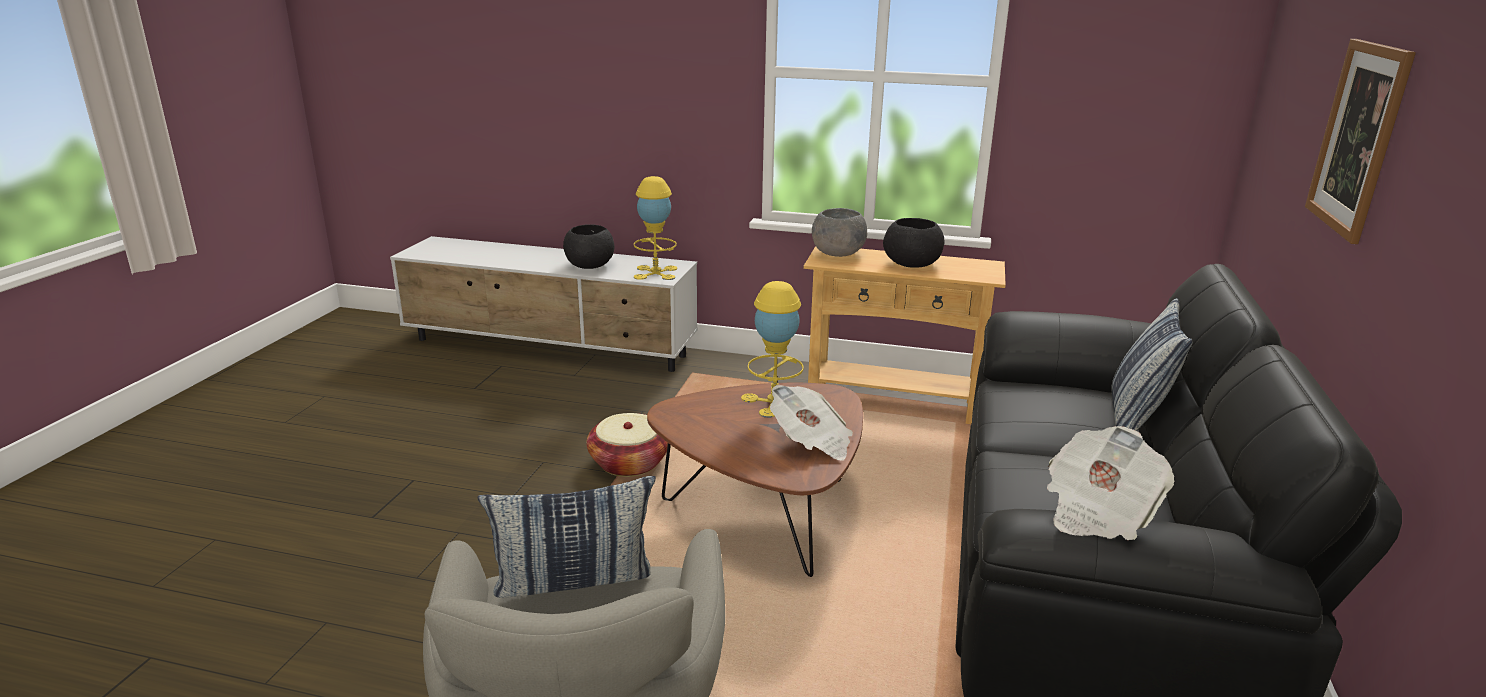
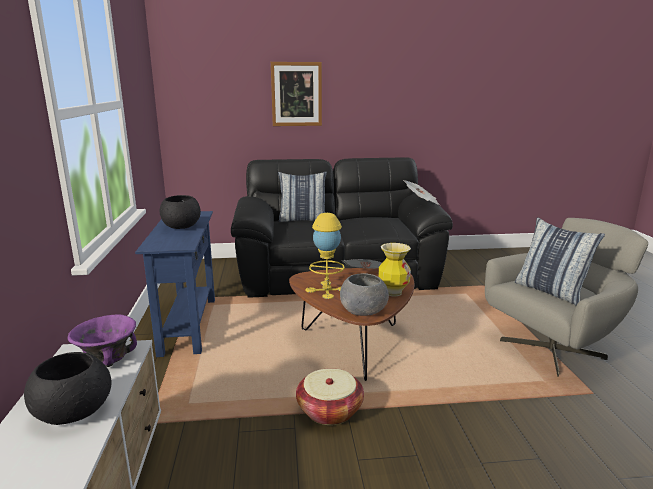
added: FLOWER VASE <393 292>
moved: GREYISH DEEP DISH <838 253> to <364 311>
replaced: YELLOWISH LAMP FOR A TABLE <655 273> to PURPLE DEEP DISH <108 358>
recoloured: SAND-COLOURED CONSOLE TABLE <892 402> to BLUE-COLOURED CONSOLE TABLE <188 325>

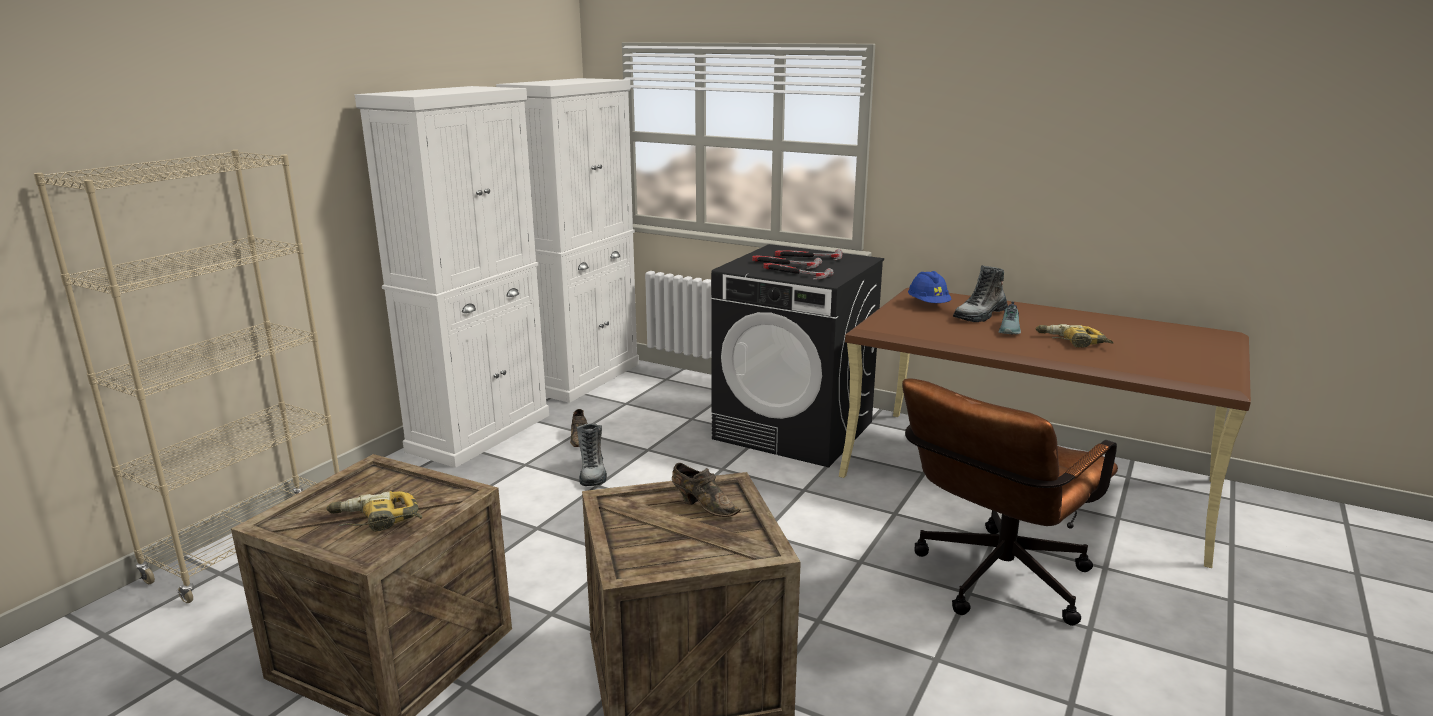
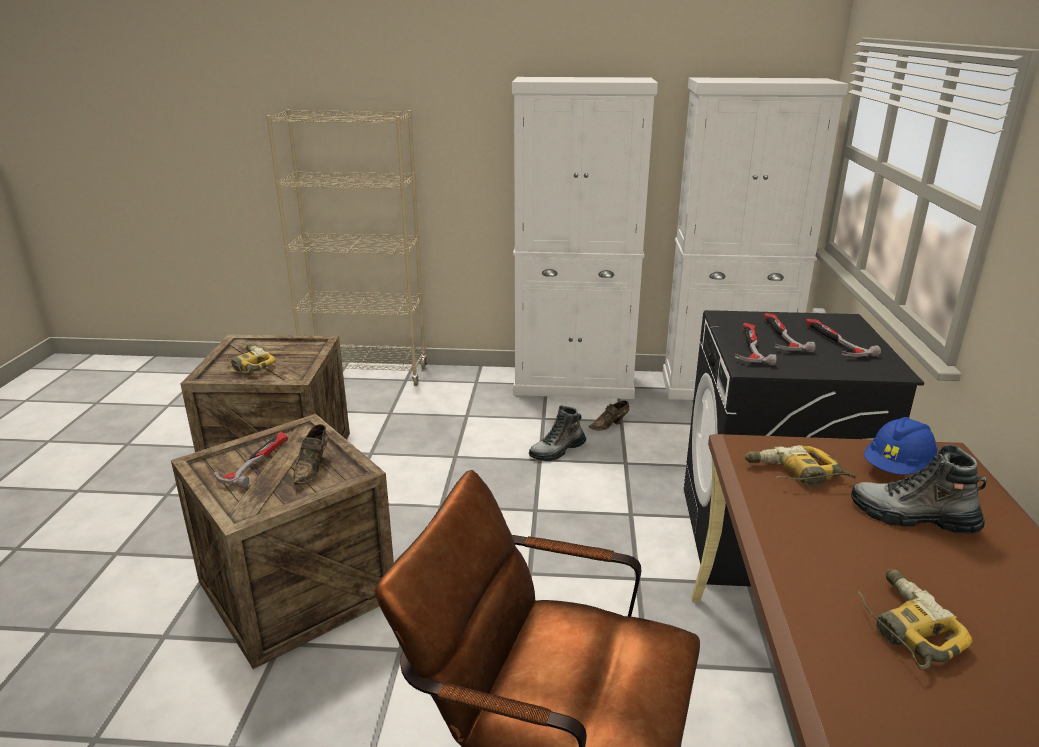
removed: LOW SHOE <1010 329>
added: HAND HAMMER <256 461>; POWER DRILL <795 475>

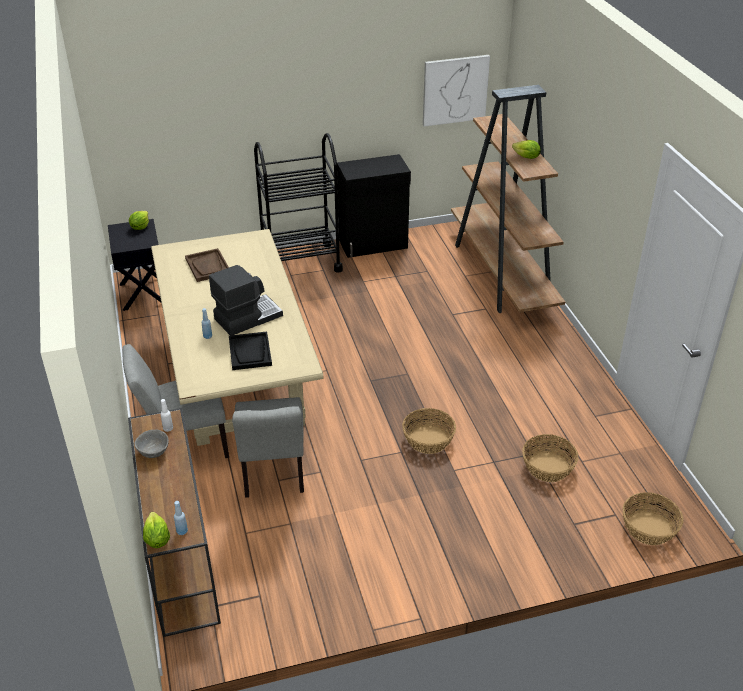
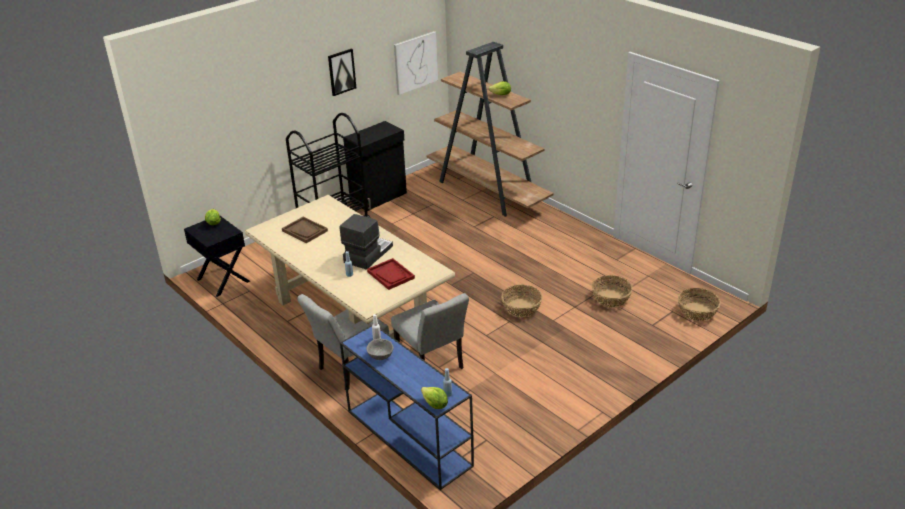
added: WALL PICTURE <341 72>
recoloured: BROWN-COLOURED CONSOLE TABLE <179 554> to BLUE-COLOURED CONSOLE TABLE <407 437>; BLACKISH TRAY <250 352> to RED TRAY <391 275>

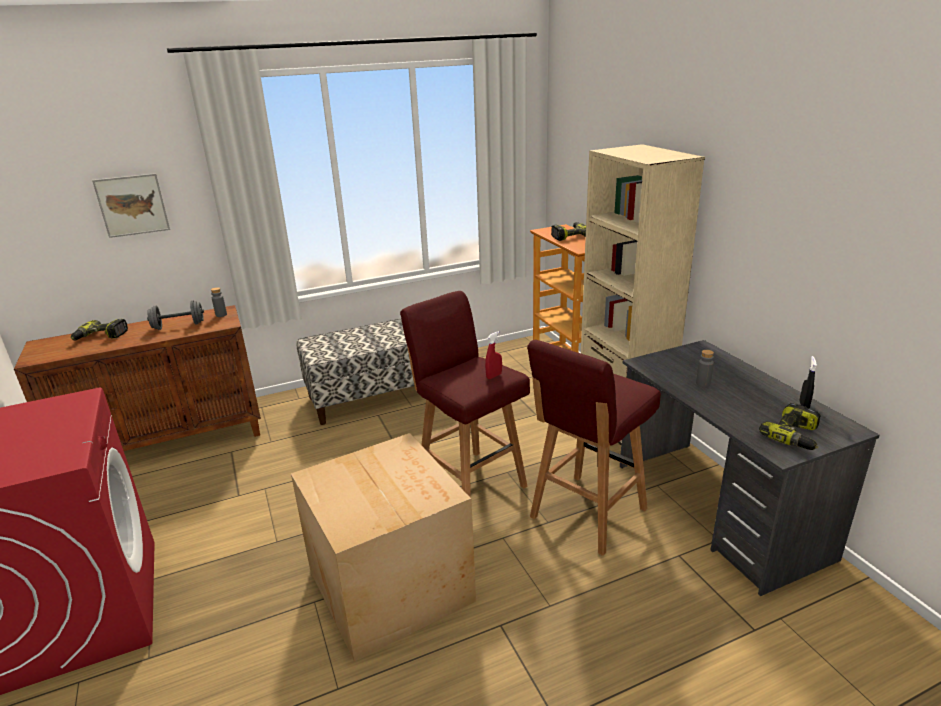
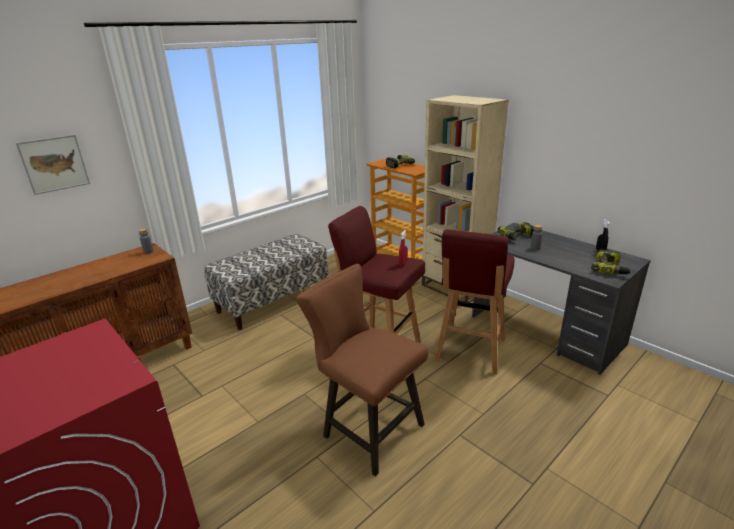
removed: GREYISH FREE WEIGHT <179 326>
moved: POWER DRILL <100 337> to <516 237>
replaced: PACKING BOX <391 583> to BROWN-COLOURED SITTING STOOL <367 428>

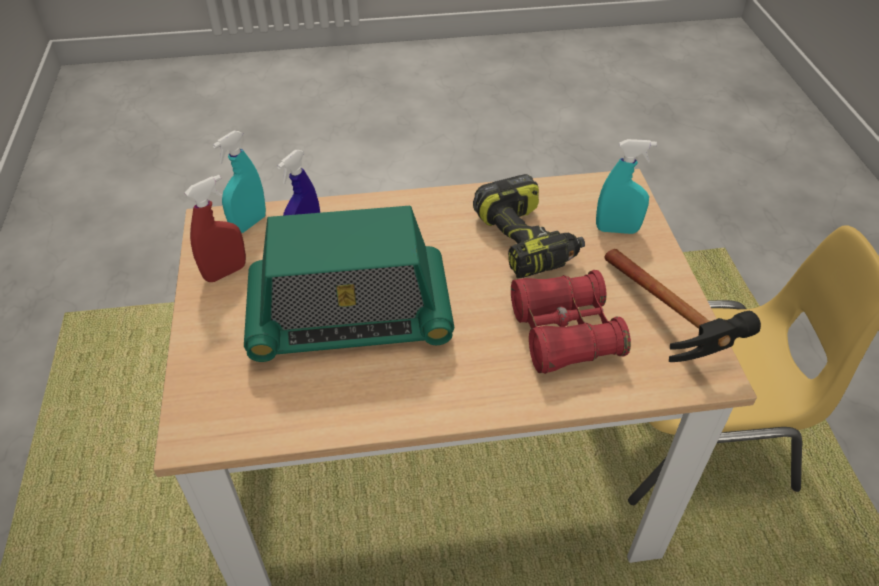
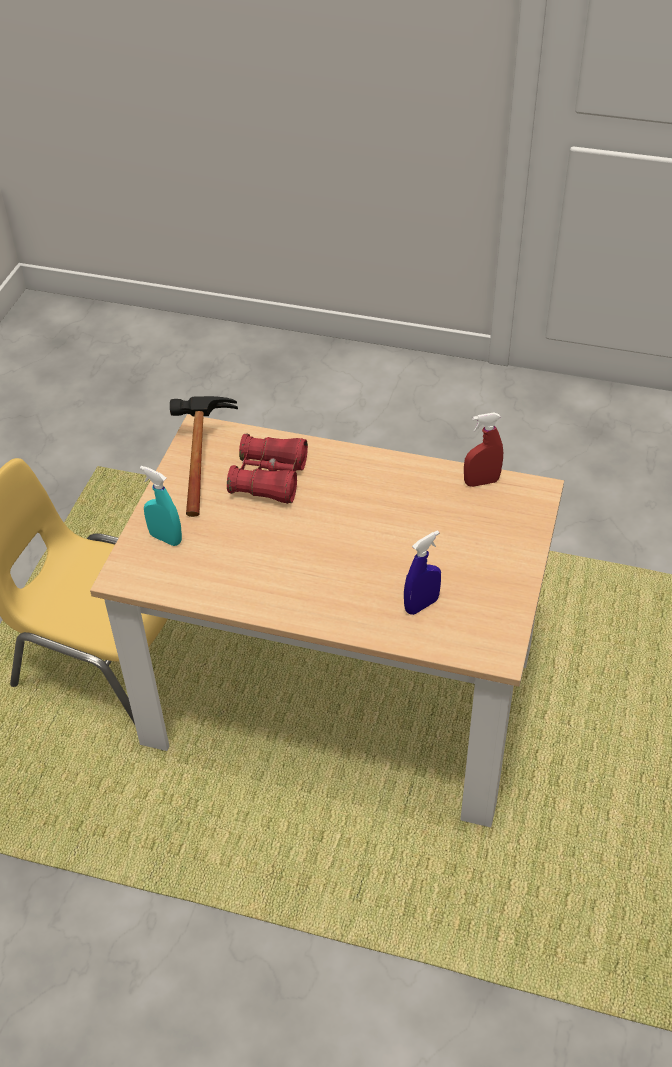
removed: TURQUOISE SPRAY BOTTLE <249 224>; RADIO SET <350 317>; POWER DRILL <527 241>
moved: RED SPRAY BOTTLE <225 272> to <481 482>

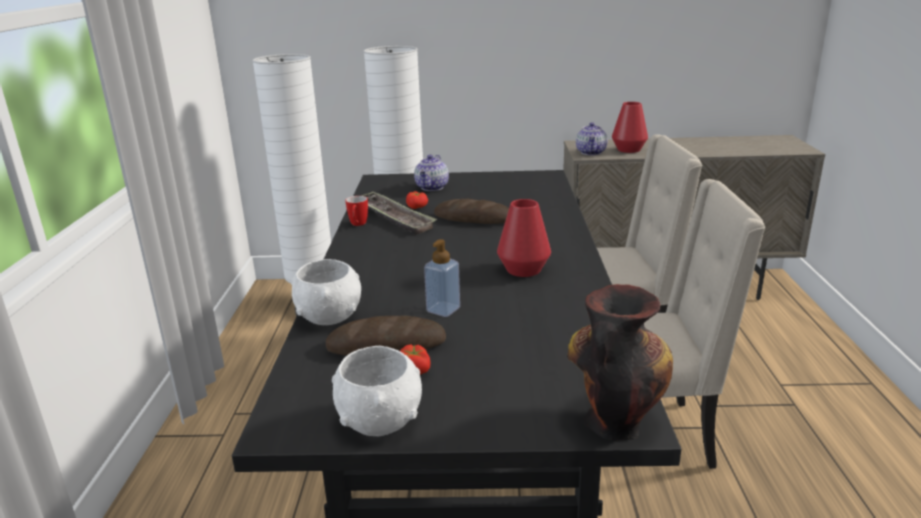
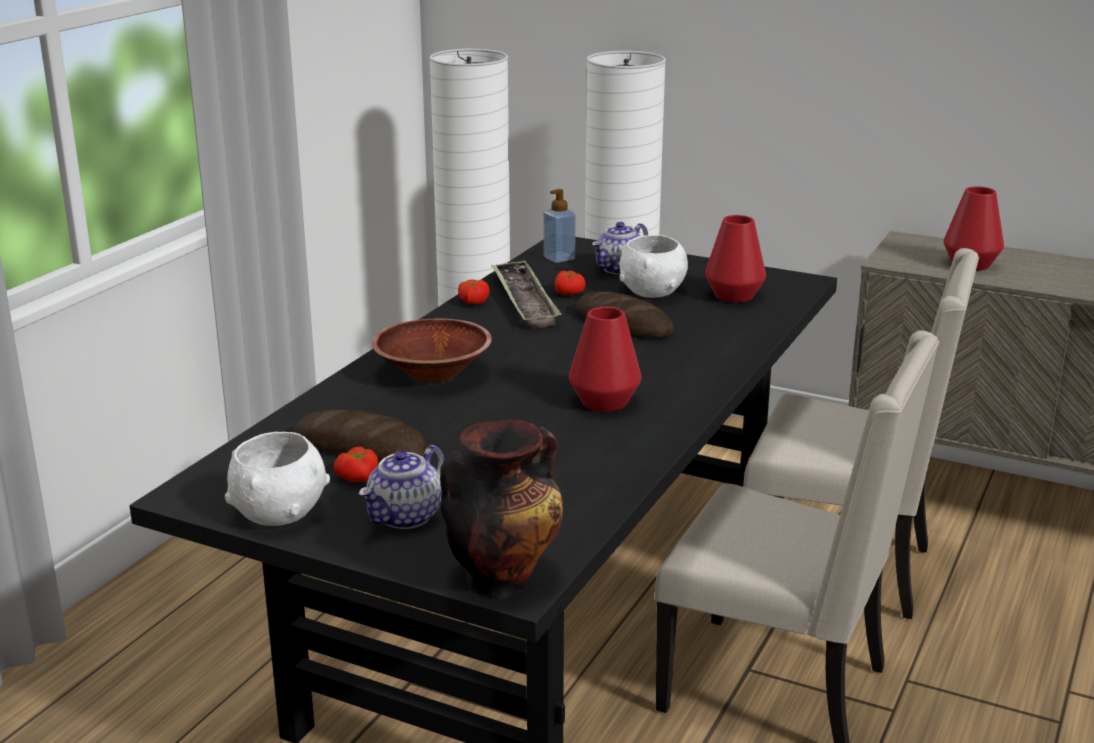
added: BROWN-COLOURED DEEP DISH <433 373>; RED FLOWER VASE <734 295>
moved: TEAPOT <591 152> to <405 517>; SOAP BOTTLE <443 310> to <559 258>; WHITISH DEEP DISH <330 316> to <653 292>
replaced: COFFEE MUG <357 225> to TOMATO <473 302>

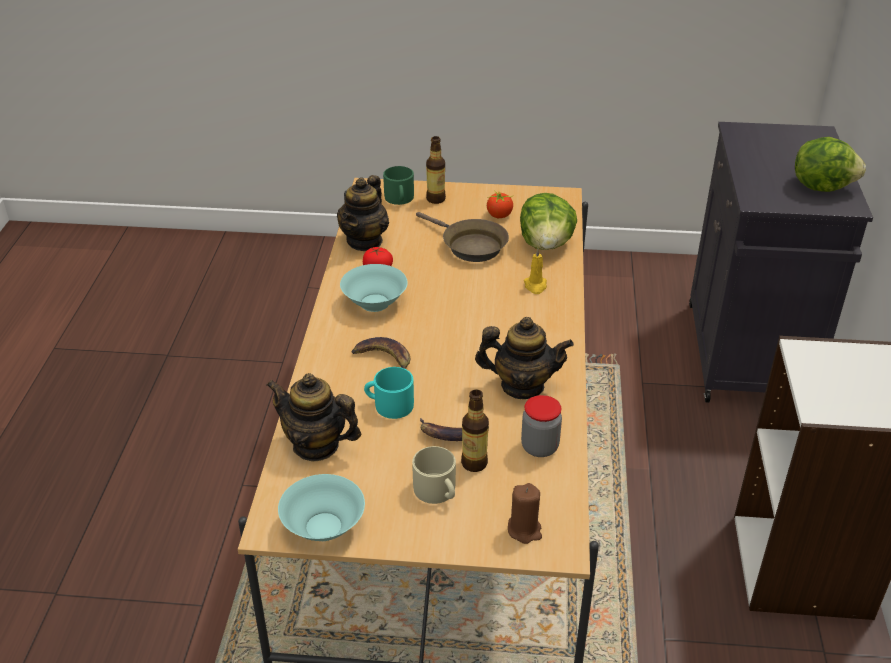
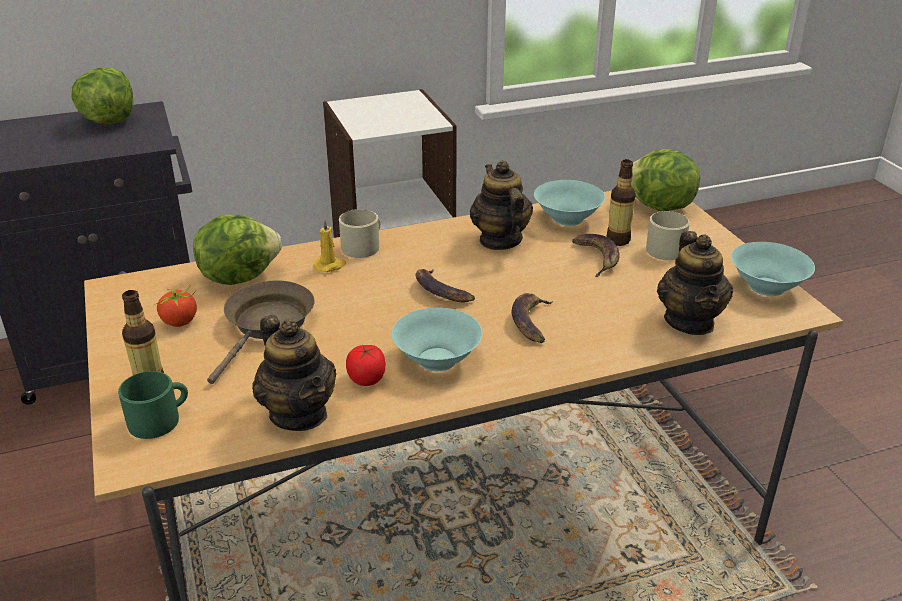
removed: TURQUOISE COFFEE MUG <389 405>
added: SAND-COLOURED COFFEE MUG <364 246>; WHOLE BANANA <441 291>
replaced: PRESERVE JAR <539 447> to TURQUOISE DEEP DISH <568 218>; BROWN-COLOURED WAX LIGHT <524 530> to LETTUCE <659 207>
turned: TEAPOT <365 241> = <299 414> 60 degrees clockwise

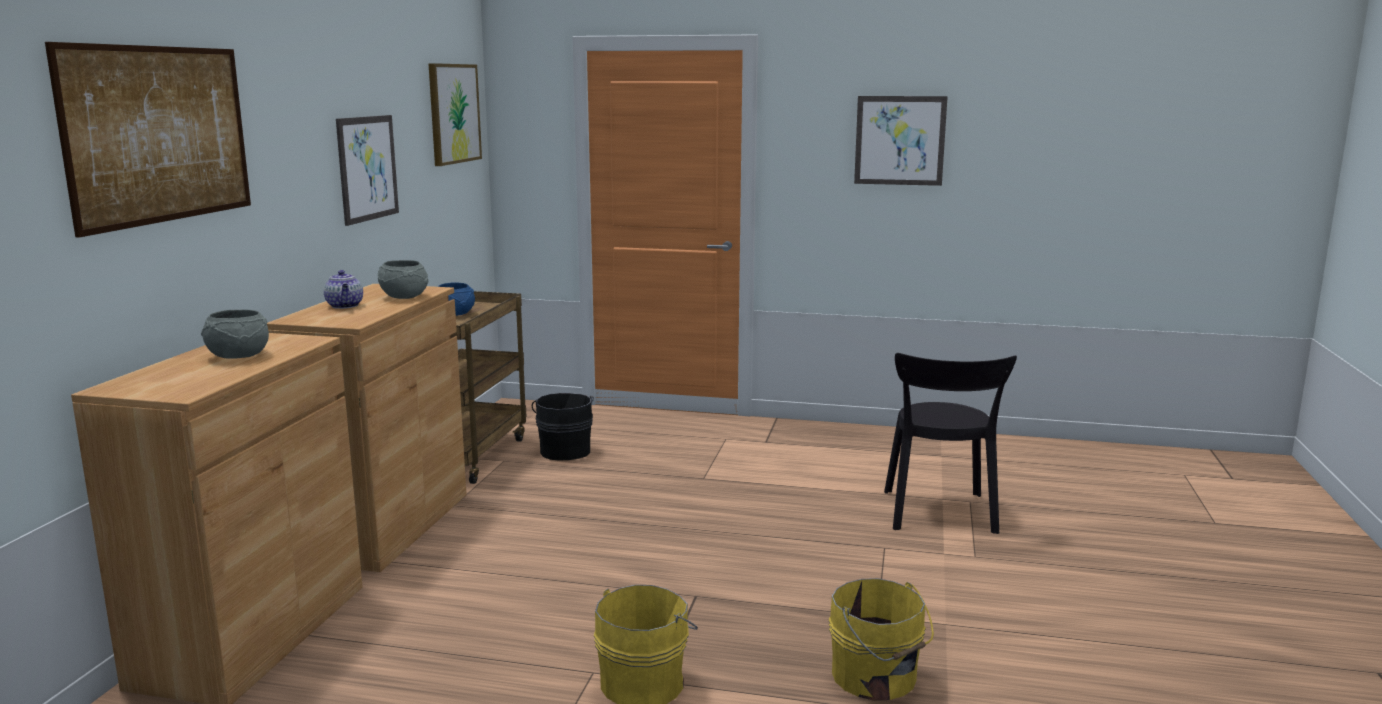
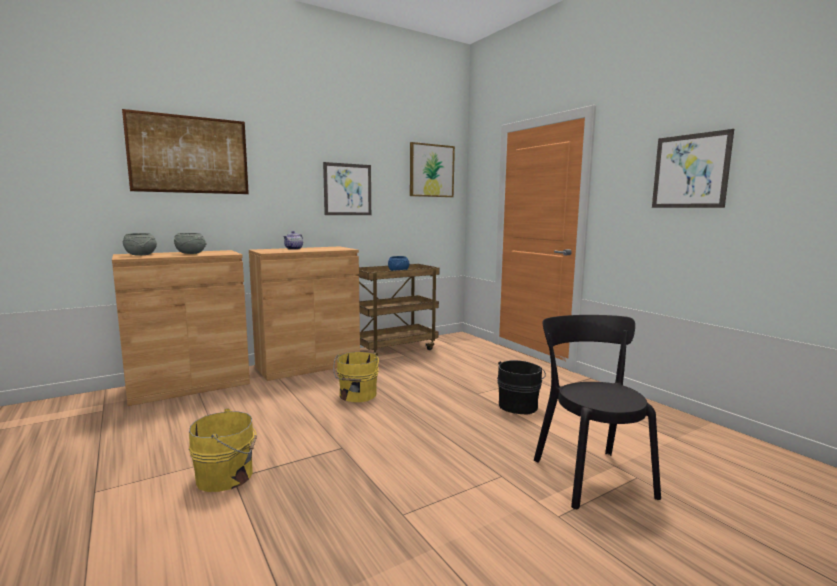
moved: GREYISH DEEP DISH <404 297> to <141 255>; YELLOWISH PAIL <876 679> to <357 395>; BLACKISH PAIL <565 450> to <519 405>
turned: BLACKISH CHAIR <939 514> = <590 474> 120 degrees clockwise

